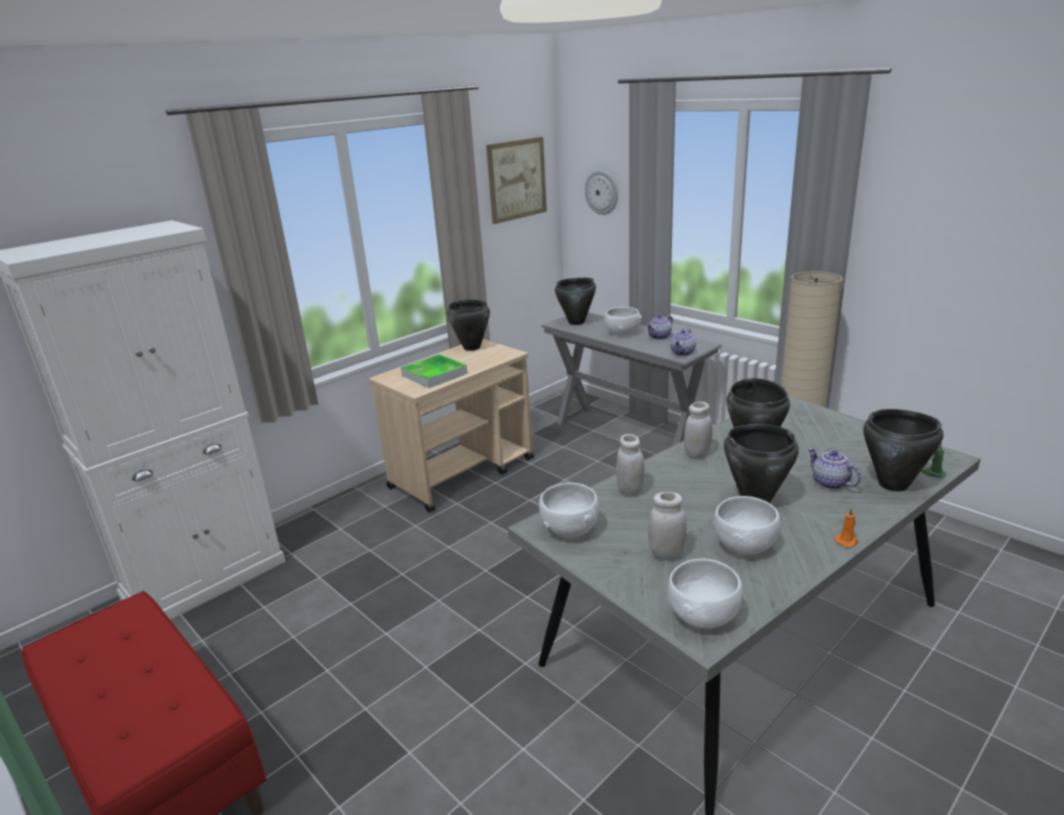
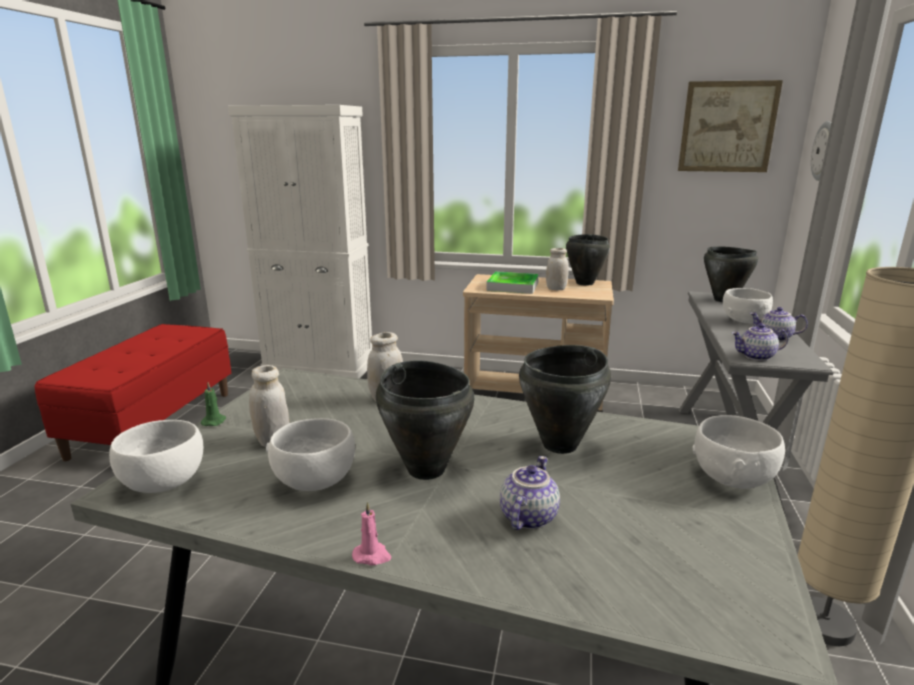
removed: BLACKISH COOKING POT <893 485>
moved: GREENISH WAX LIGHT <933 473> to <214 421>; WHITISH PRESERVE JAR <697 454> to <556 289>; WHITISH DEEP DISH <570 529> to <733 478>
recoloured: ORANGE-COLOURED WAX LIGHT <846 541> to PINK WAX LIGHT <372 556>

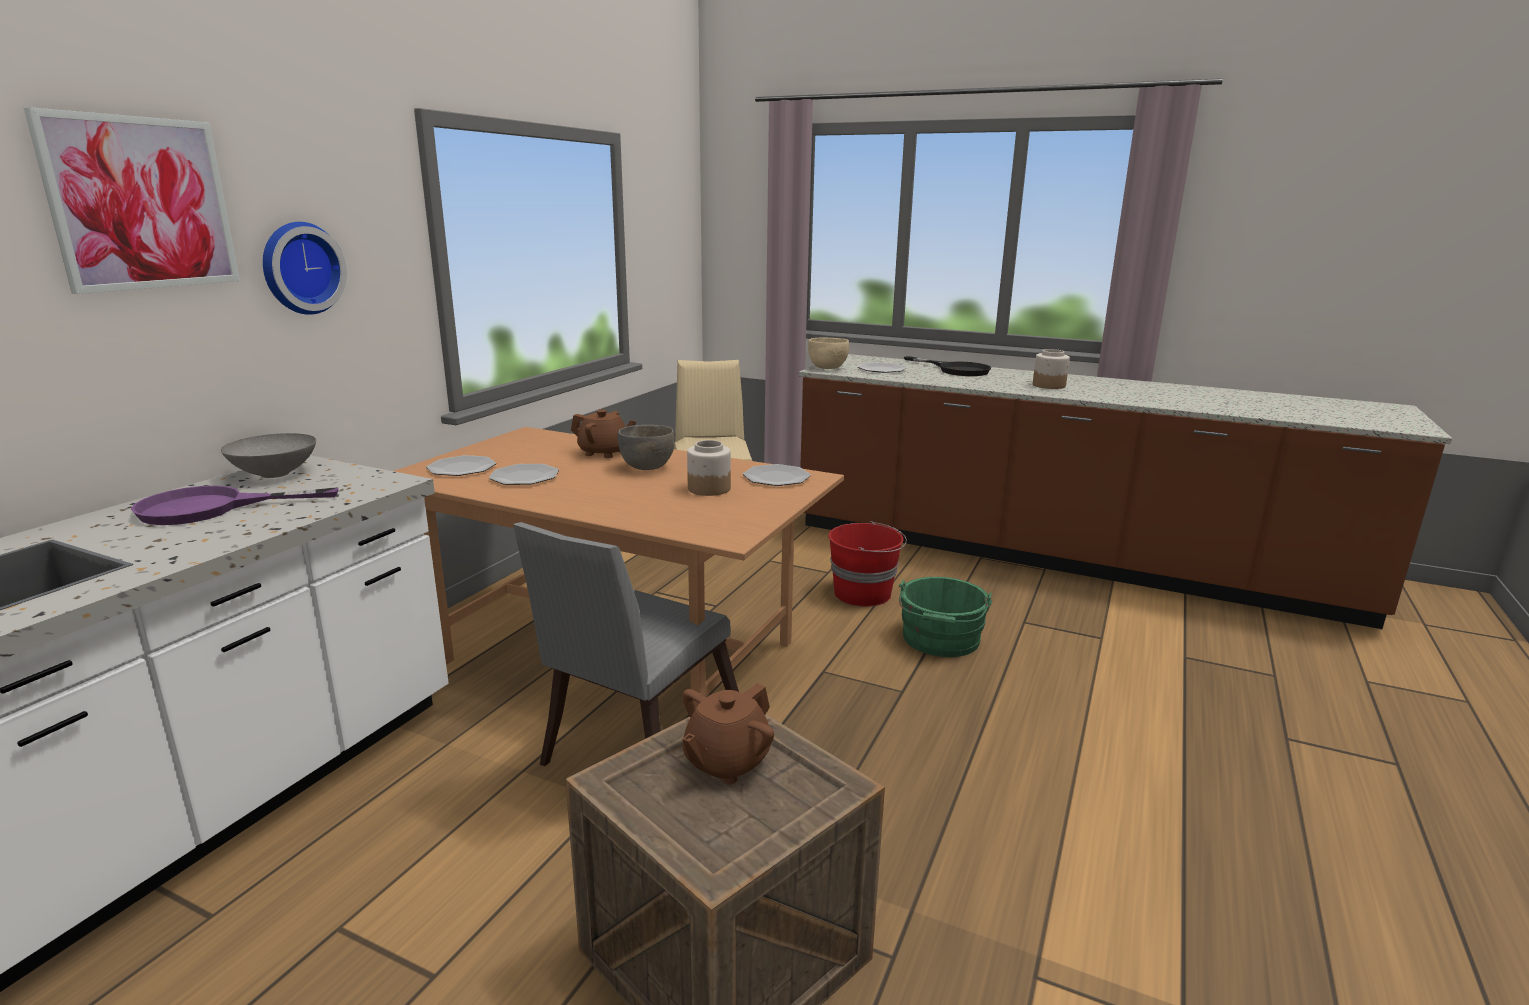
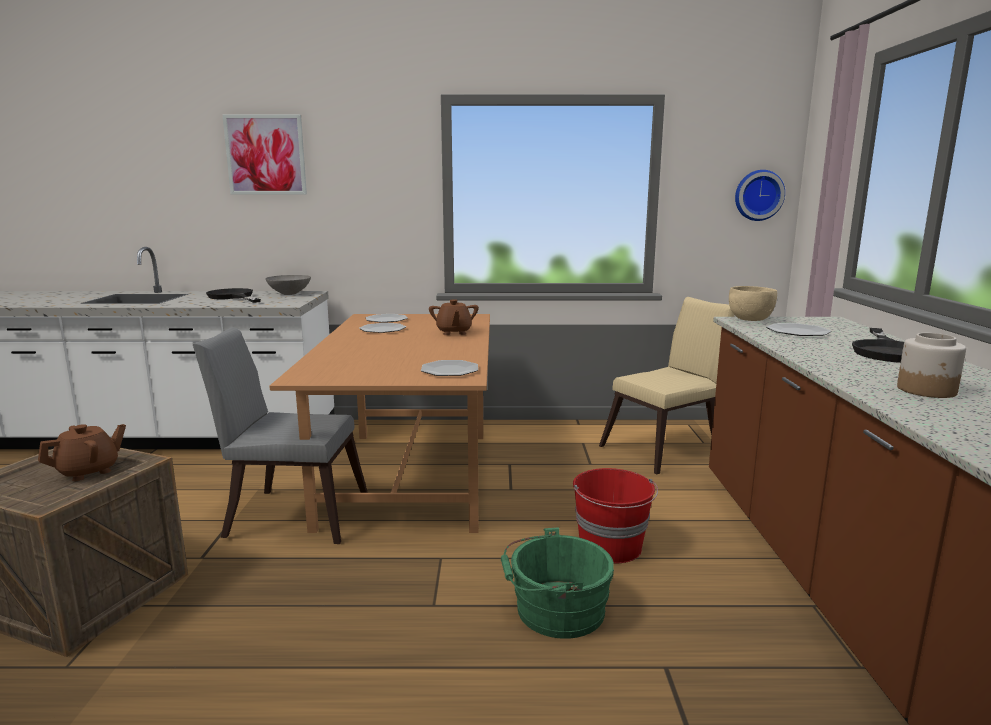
removed: GREYISH DEEP DISH <647 467>; PRESERVE JAR <708 488>
moved: HANGING CLOCK <300 268> to <758 195>
recoloured: PURPLE FRYING PAN <211 508> to BLACKISH FRYING PAN <233 297>
turned: BROWN-COLOURED TEAPOT <726 762> = <89 471> 120 degrees clockwise

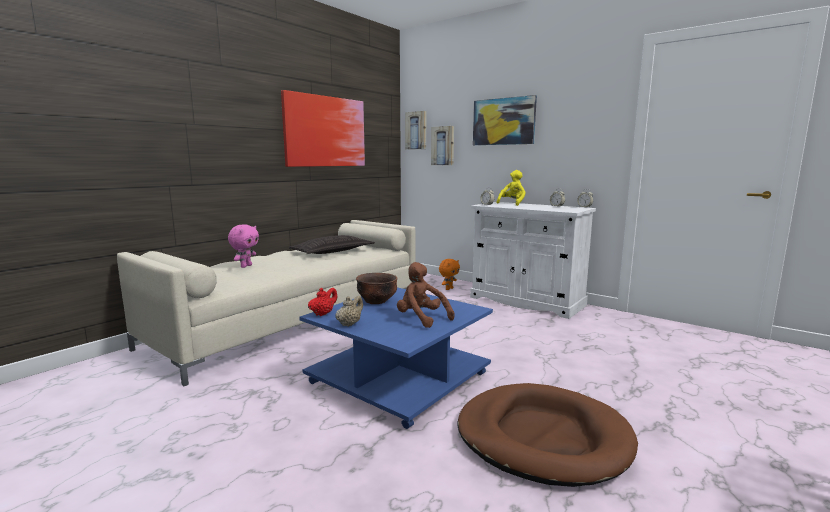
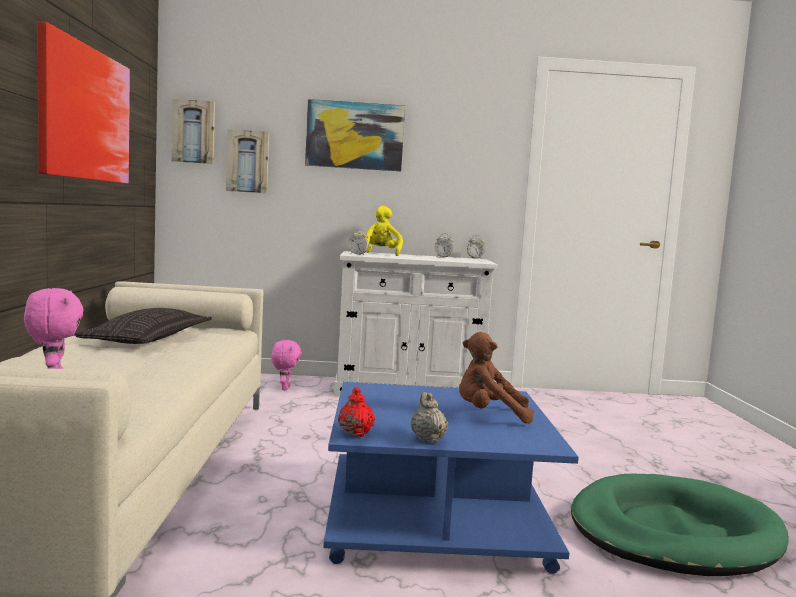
removed: BROWN-COLOURED DEEP DISH <376 301>
recoloured: ORANGE-COLOURED SOFT TOY <449 289> to PINK SOFT TOY <284 388>; BROWN-COLOURED DOG CUSHION <542 437> to GREENISH DOG CUSHION <673 532>

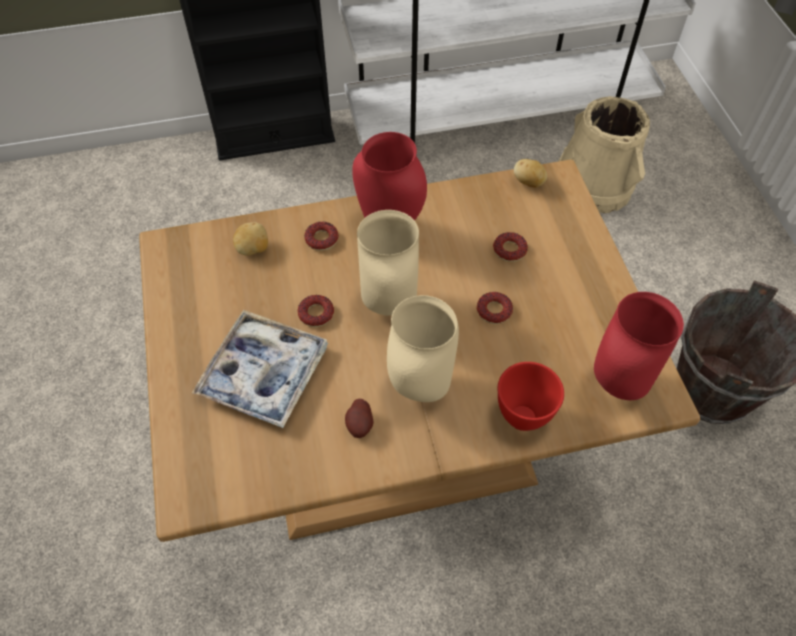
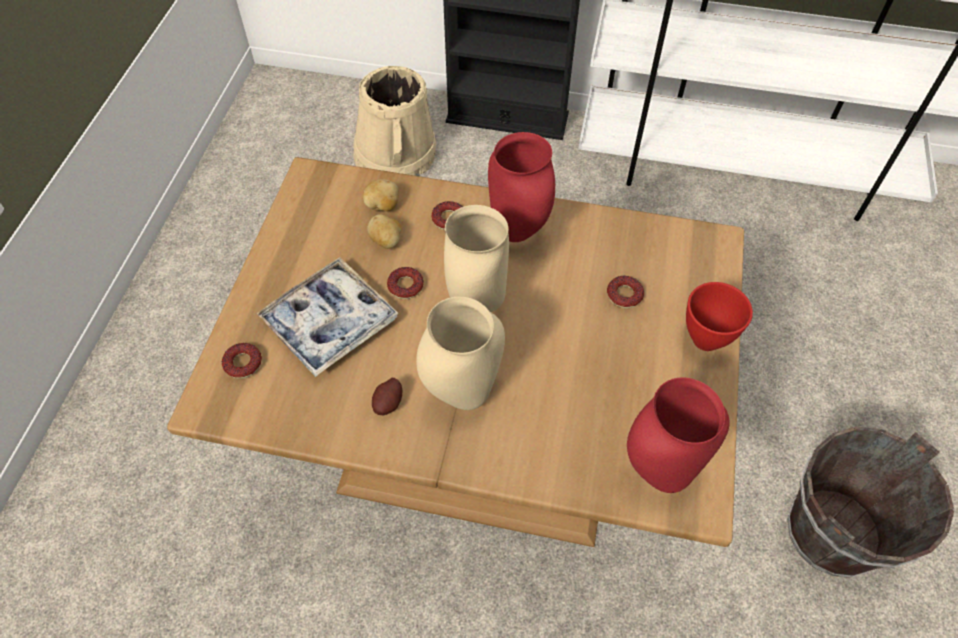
moved: DONUT <494 311> to <243 363>; SAND-COLOURED PAIL <593 185> to <395 156>; WHOLE POTATO <528 182> to <386 241>; RED DEEP DISH <524 418> to <707 340>

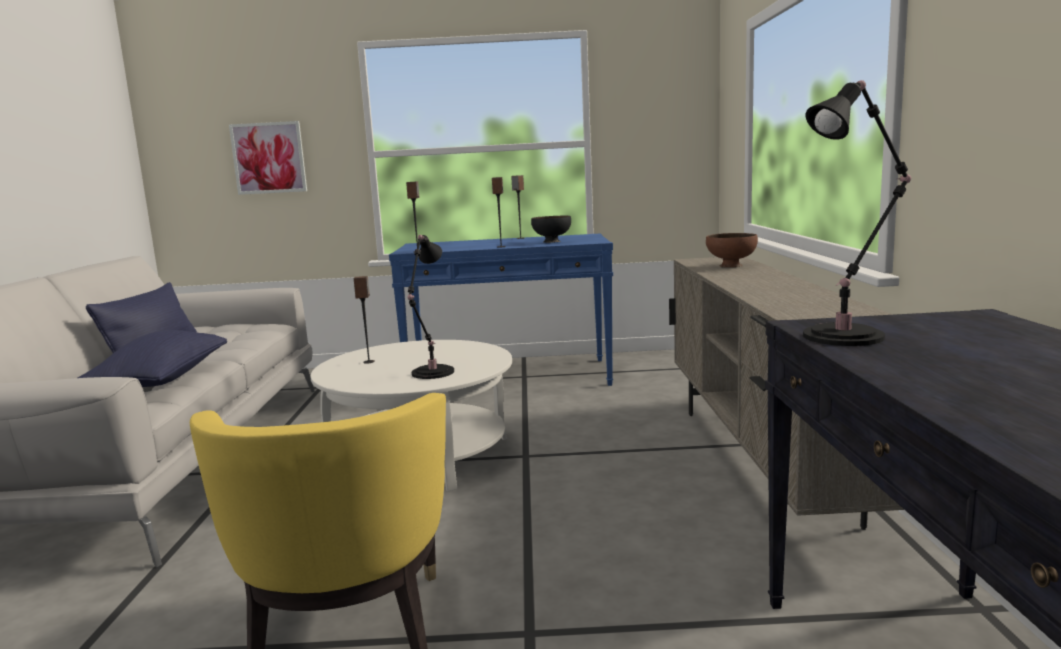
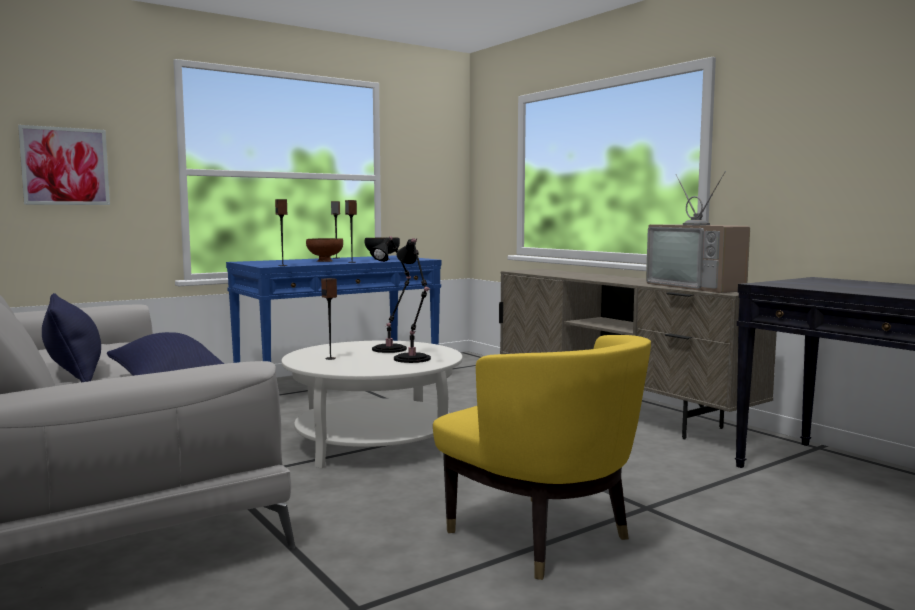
added: TELEVISION <700 287>
moved: BROWN-COLOURED DEEP DISH <731 265> to <325 261>; BLACKISH LAMP FOR A TABLE <848 335> to <391 349>

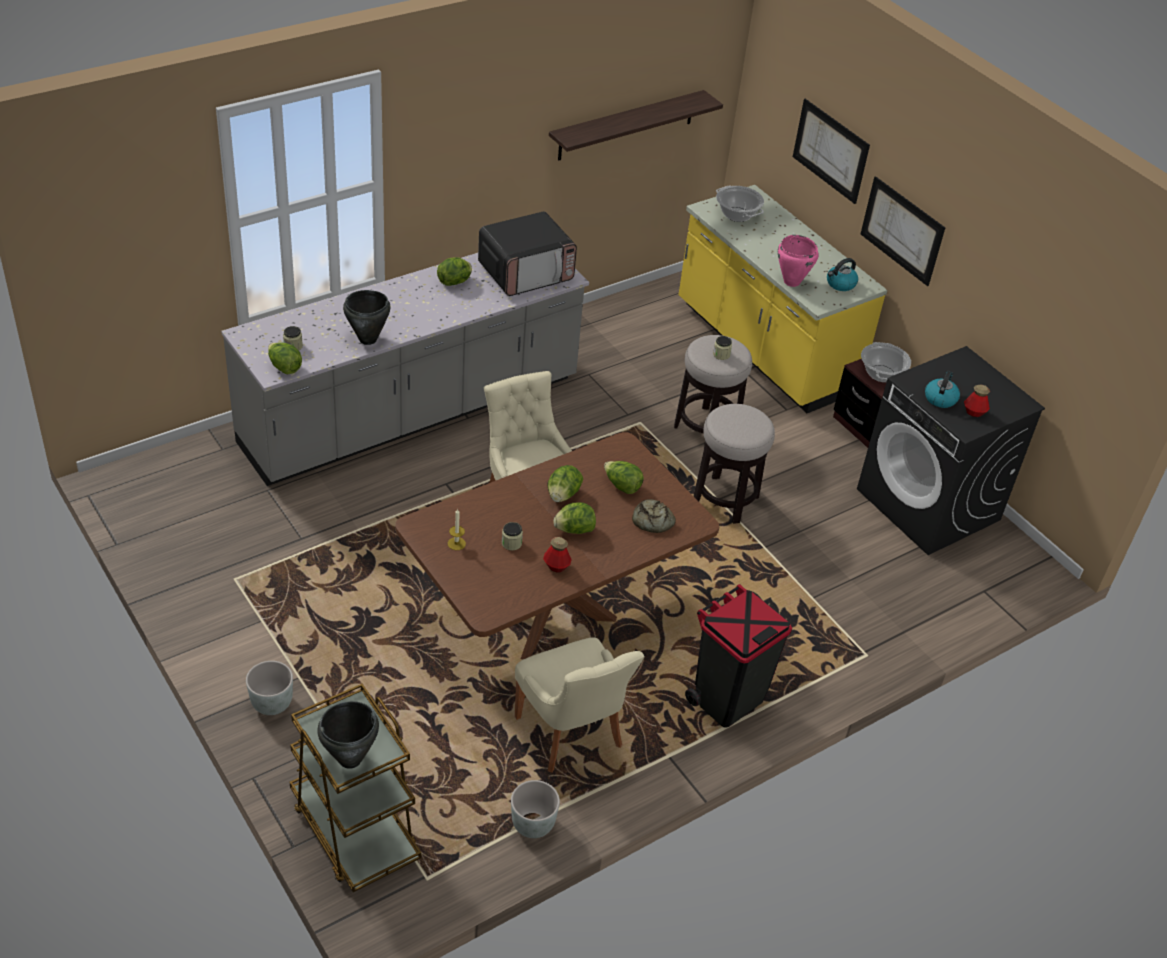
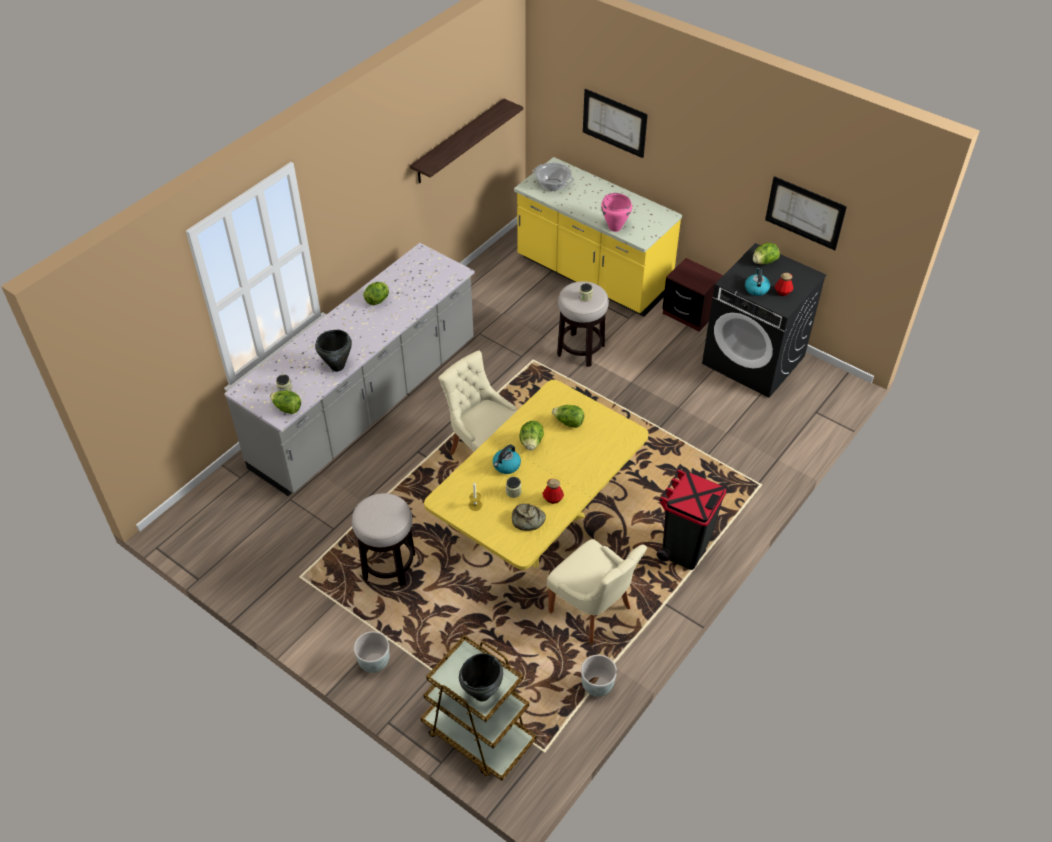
removed: MICROWAVE OVEN <526 273>; COOKING POT <882 374>
moved: SITTING STOOL <725 500> to <389 566>; WATER KETTLE <840 284> to <506 466>; BREAD <652 521> to <527 520>; LETTUCE <574 530> to <764 262>; WALL PICTURE <902 230> to <805 213>
recoloured: BROWN-COLOURED DINING TABLE <551 616> to YELLOWISH DINING TABLE <538 528>

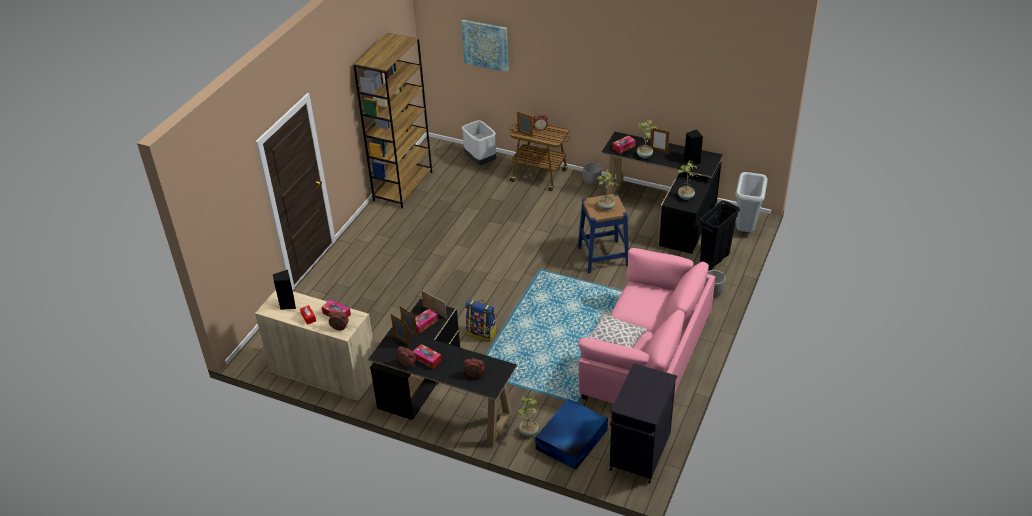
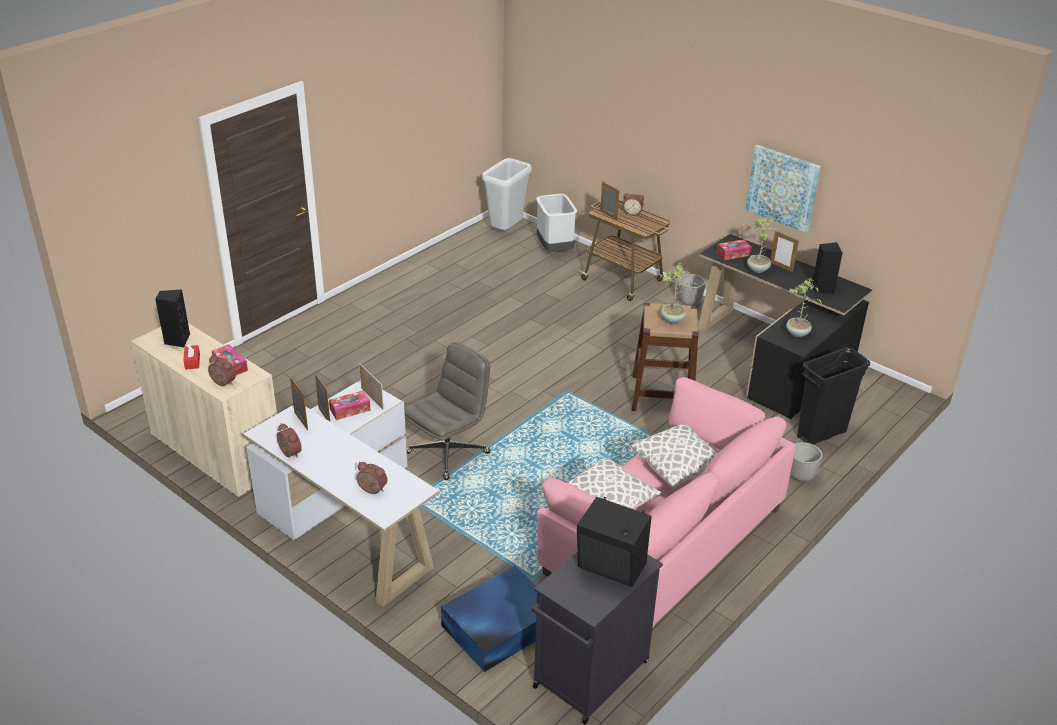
removed: BROWN-COLOURED BOOKSHELF <403 186>; TISSUE BOX <427 359>; POTTED PLANT <529 432>
added: BLACKISH LOUDSPEAKER <611 568>; THROW PILLOW <679 466>
moved: GREYISH TRASH CAN <745 230> to <505 231>; WALL PICTURE <485 45> to <783 188>
replaced: BACKPACK <482 333> to GREYISH OFFICE CHAIR <448 452>
recoloured: BLACKISH DESK <442 398> to WHITISH DESK <349 522>; BLUE-COLOURED SITTING STOOL <603 256> to BROWN-COLOURED SITTING STOOL <662 394>

